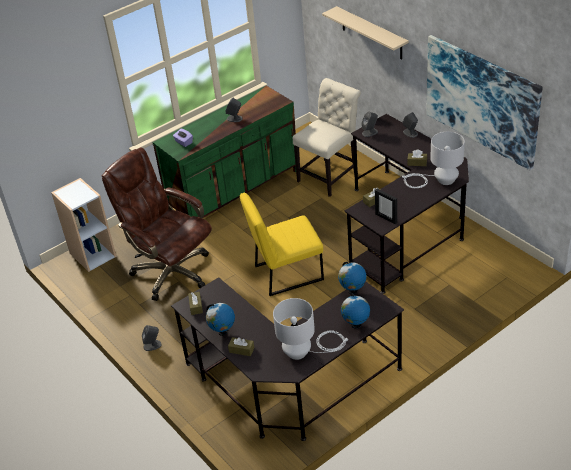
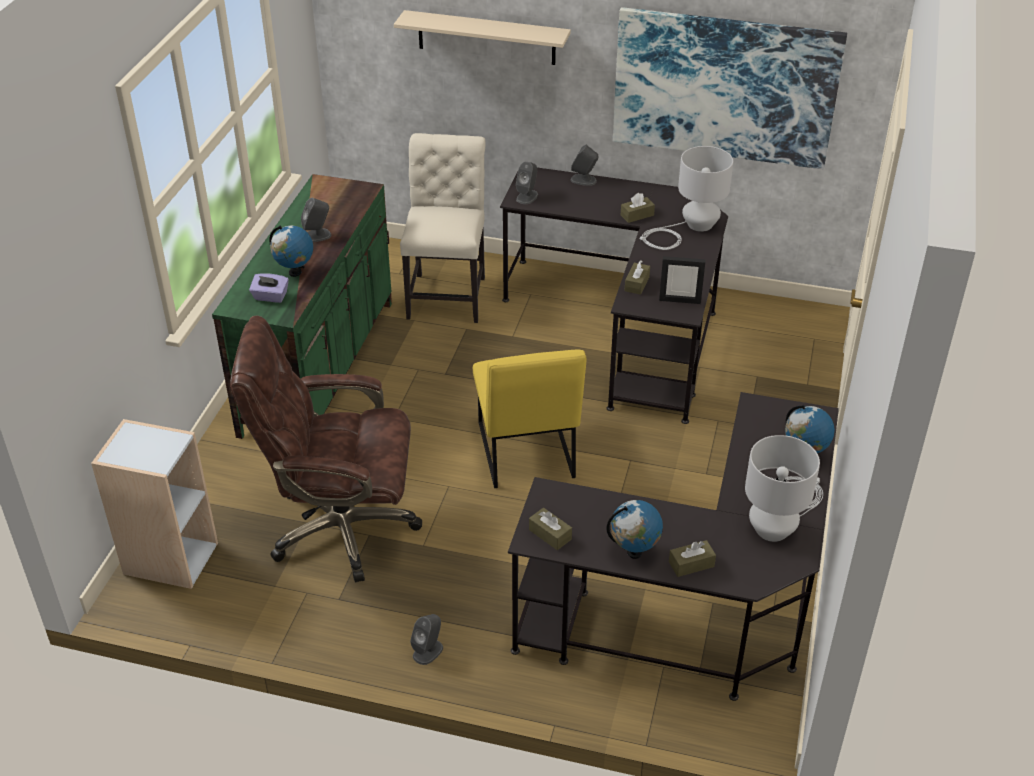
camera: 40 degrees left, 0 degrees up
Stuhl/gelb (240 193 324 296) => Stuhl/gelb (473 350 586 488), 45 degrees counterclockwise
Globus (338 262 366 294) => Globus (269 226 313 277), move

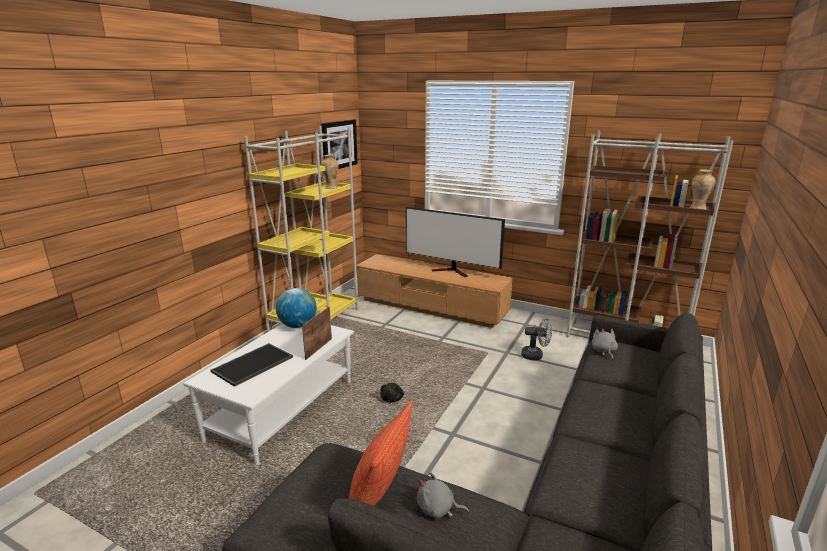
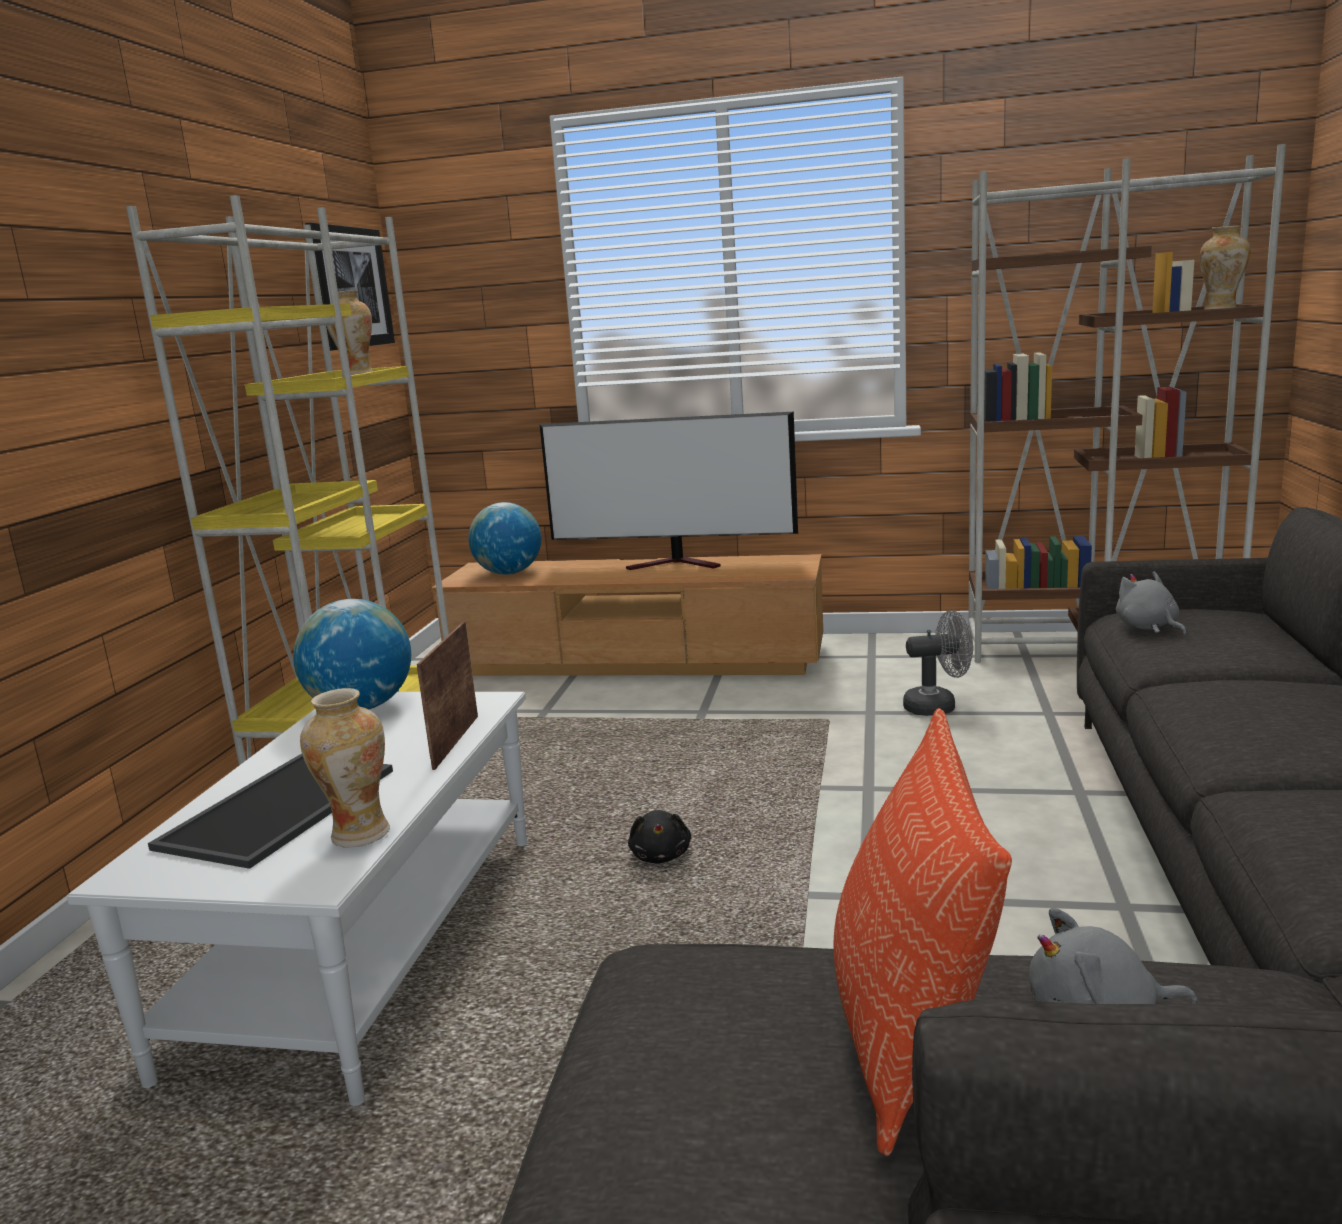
camera: 15 degrees left, 5 degrees down
nothing => Vase (300 688 390 847)
nothing => Globus (468 502 541 575)

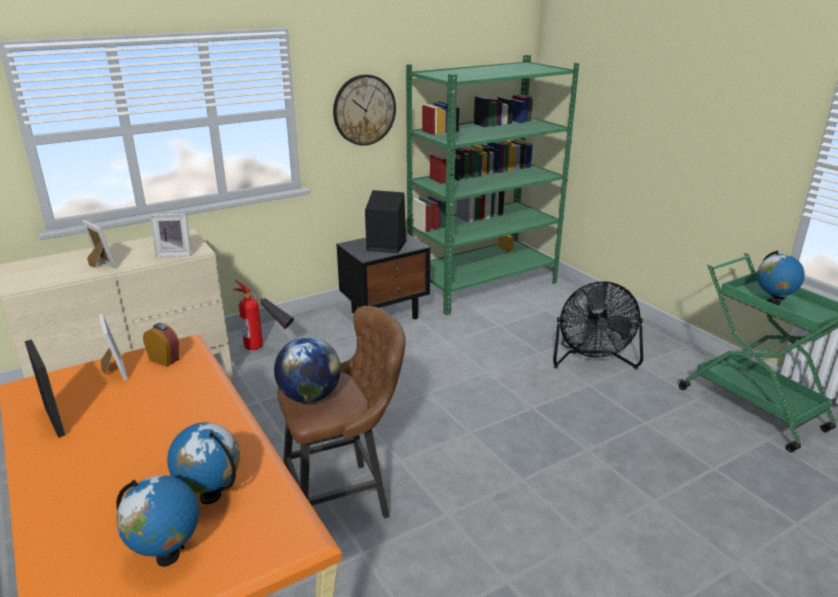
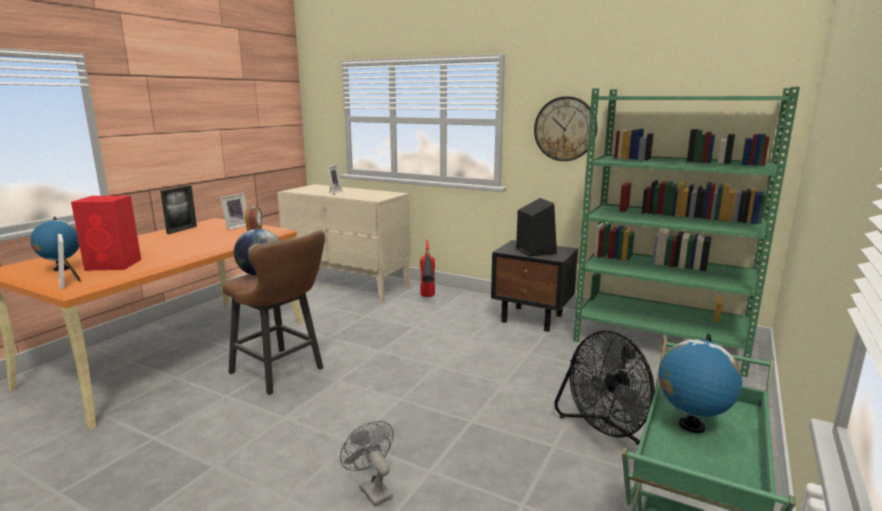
camera: 60 degrees right, 10 degrees down
Bilderrahmen (150 213 192 257) => Bilderrahmen (58 234 81 289), move
Globus (167 422 240 504) => Lautsprecher/rot (71 195 141 270)
nothing => Ventilator/grau (340 421 394 507)

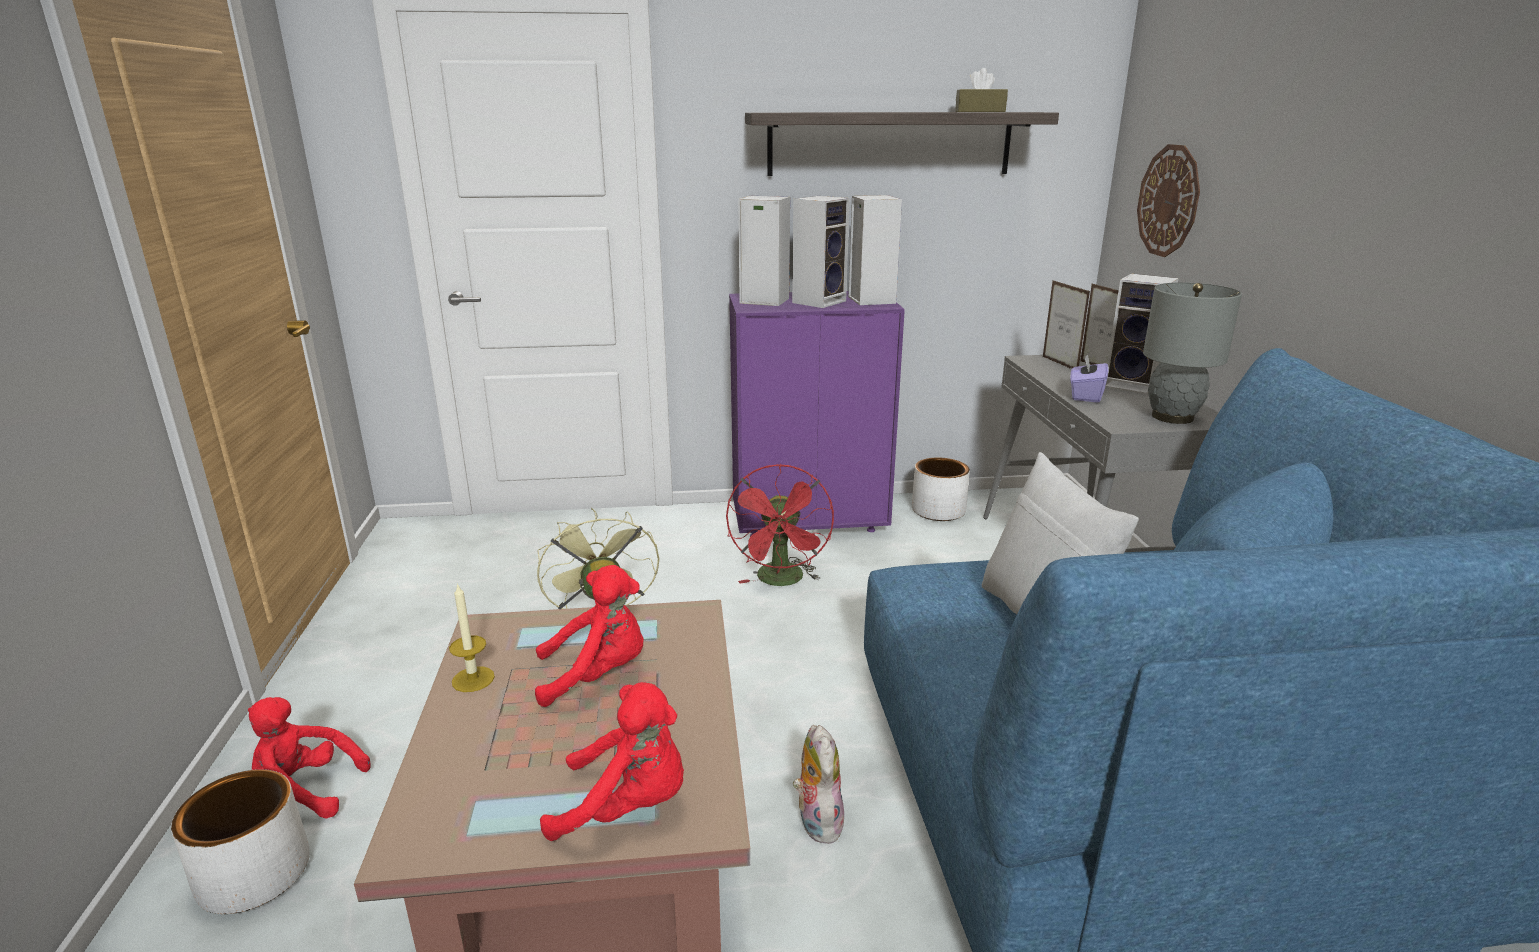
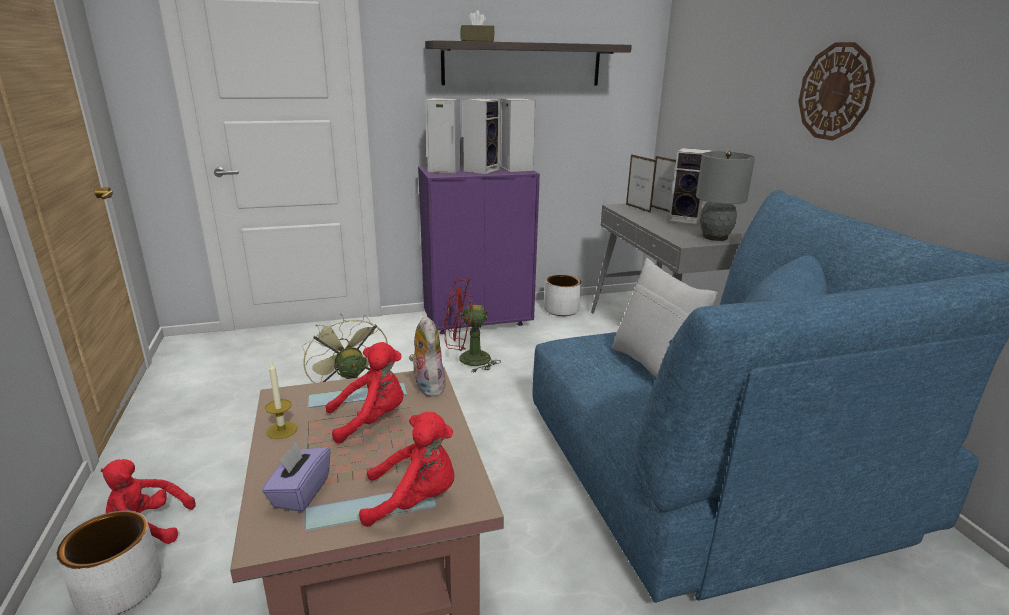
camera: 10 degrees left, 0 degrees up
Ventilator/rot (726 464 834 586) => Ventilator/rot (444 278 501 373), 90 degrees clockwise
Plüschtier (793 725 844 844) => Plüschtier (409 315 446 397), move
Taschentuchbox/braun (955 68 1008 112) => Taschentuchbox/braun (461 10 495 42), move
Taschentuchbox/lila (1070 353 1109 403) => Taschentuchbox/lila (262 442 331 512), move
Wanduhr (1137 144 1200 257) => Wanduhr (798 42 875 141), move

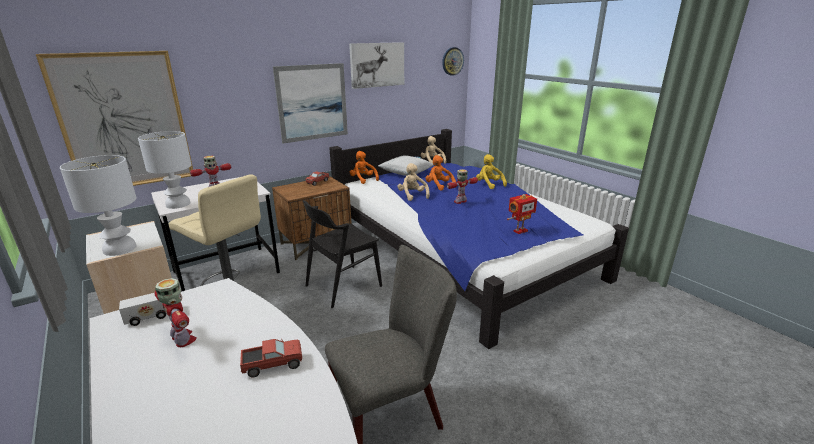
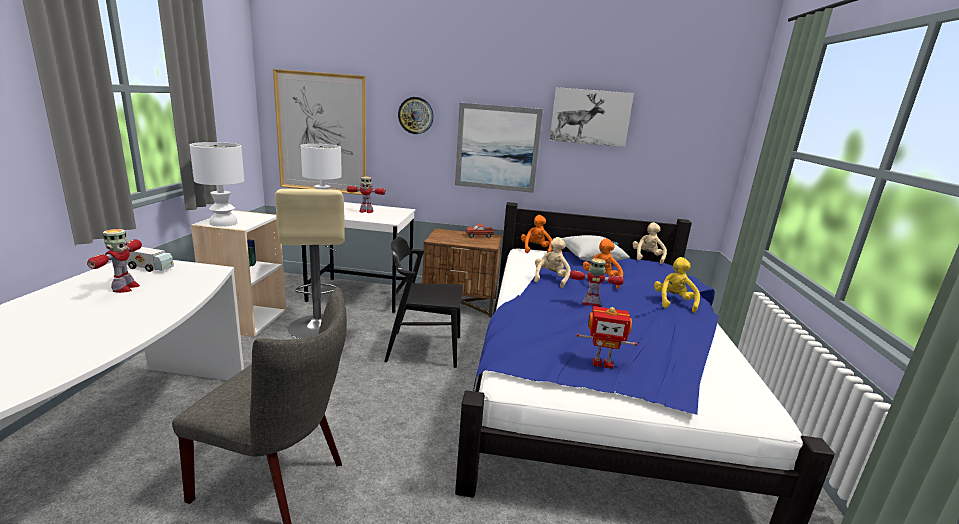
camera: 40 degrees right, 5 degrees down
Spielzeuglaster (240 339 302 378) => nothing
Wanduhr (442 47 464 76) => Wanduhr (398 97 434 134), move

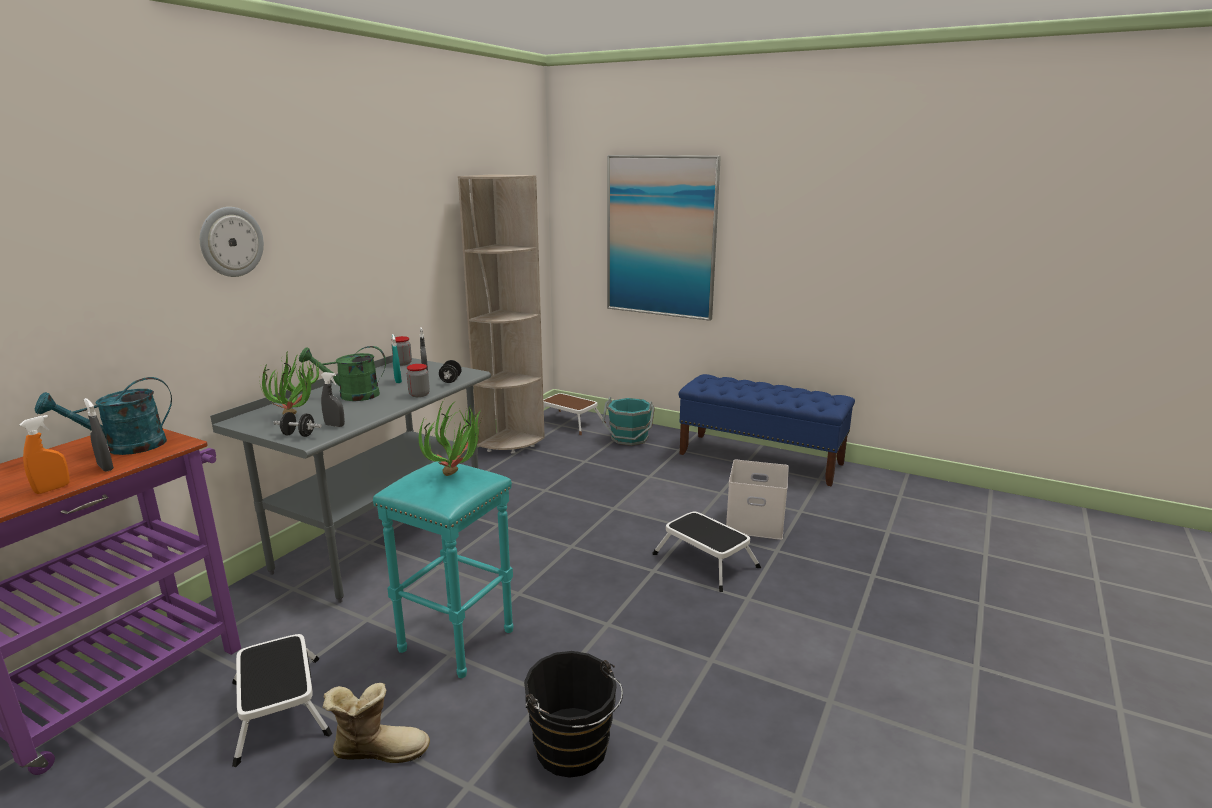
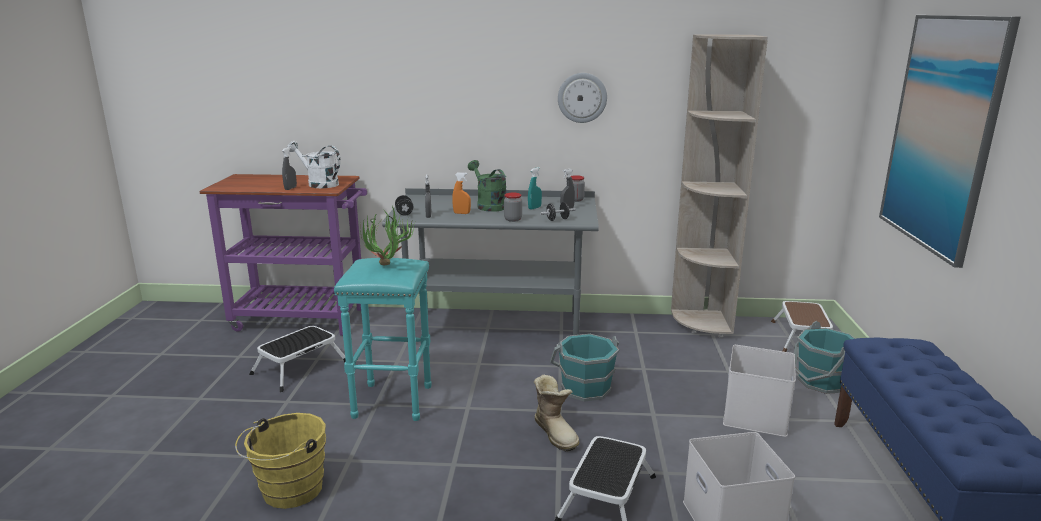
camera: 65 degrees right, 0 degrees up
Sprühflasche/orange (20 415 70 494) => Sprühflasche/orange (452 172 471 214), move
Gießkanne/türkis (35 377 172 455) => Gießkanne/weiß (287 141 341 188)
Wanduhr (200 207 264 277) => Wanduhr (558 73 607 123), move
Topfpflanze (259 350 319 415) => nothing
Stiefel (323 683 430 763) => Stiefel (534 375 579 452), move
Eimer/schwarz (524 651 623 778) => Eimer/gelb (235 413 326 509)
nothing => Eimer/türkis (550 334 619 402)
nothing => Aufbewahrungsbox/weiß (723 345 796 437)

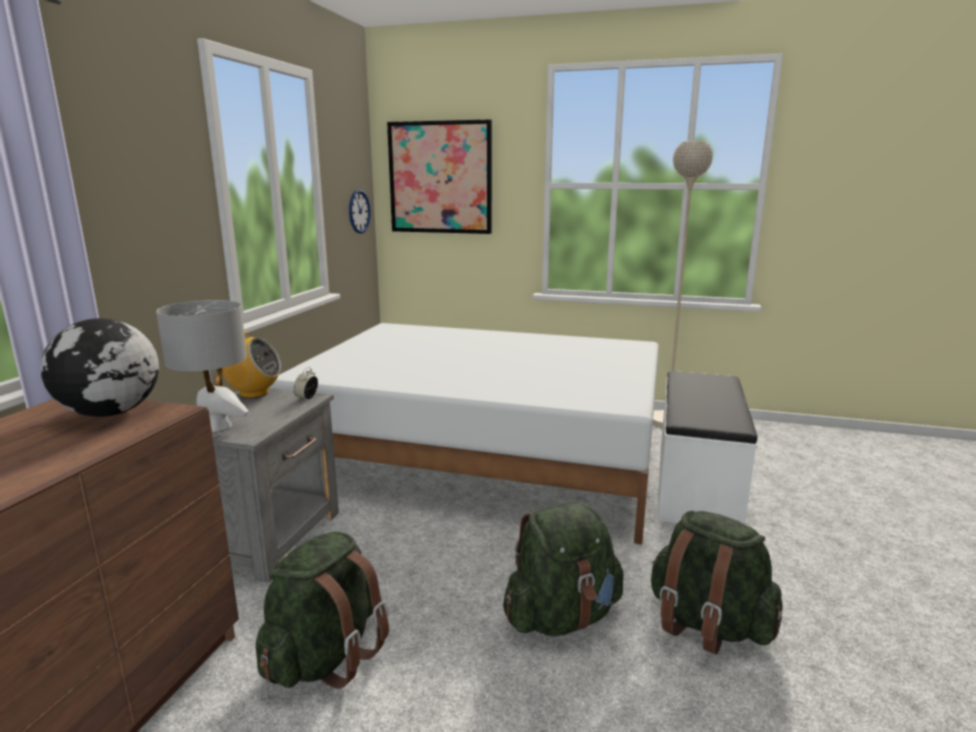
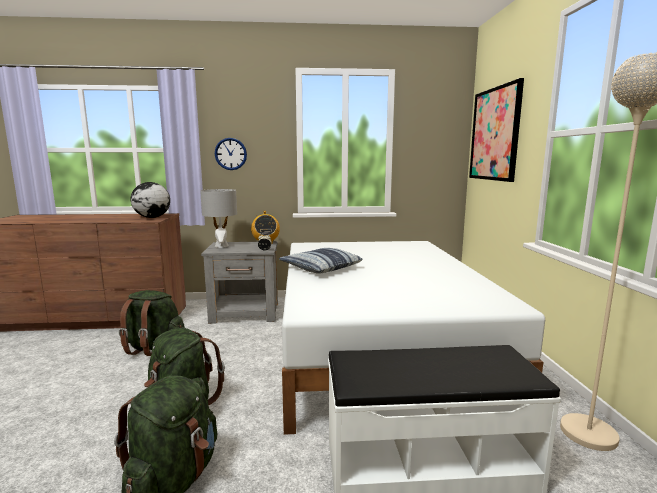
camera: 70 degrees right, 5 degrees down
Wanduhr (349 190 370 234) => Wanduhr (215 138 247 170), move
nothing => Kissen (279 248 362 274)

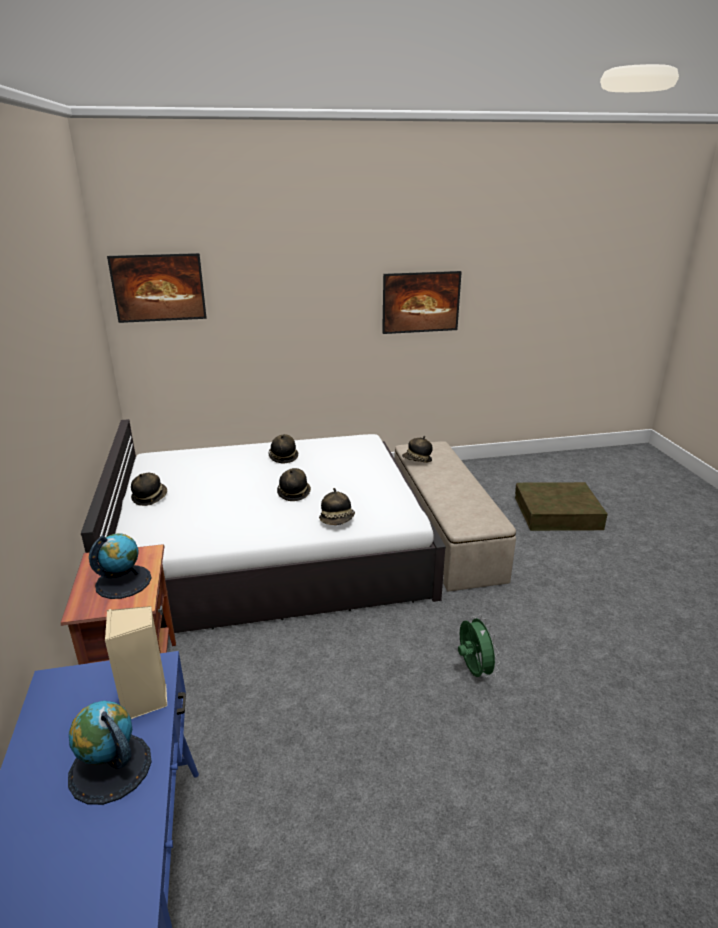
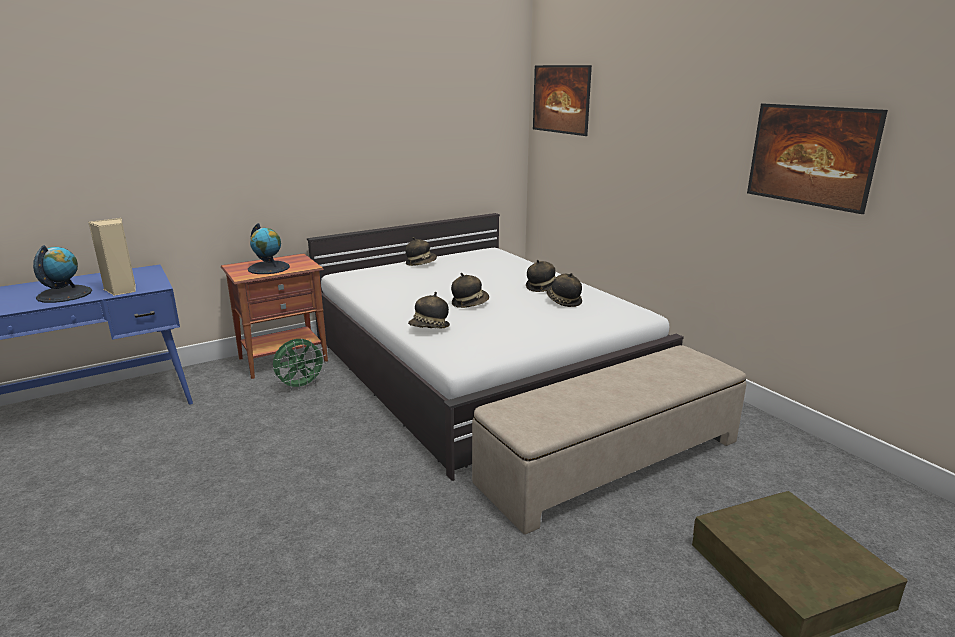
camera: 70 degrees right, 5 degrees down
Hut (402 436 433 463) => Hut (546 273 582 307), move
Ventilator/grün (458 615 500 677) => Ventilator/grün (273 339 327 391), move

